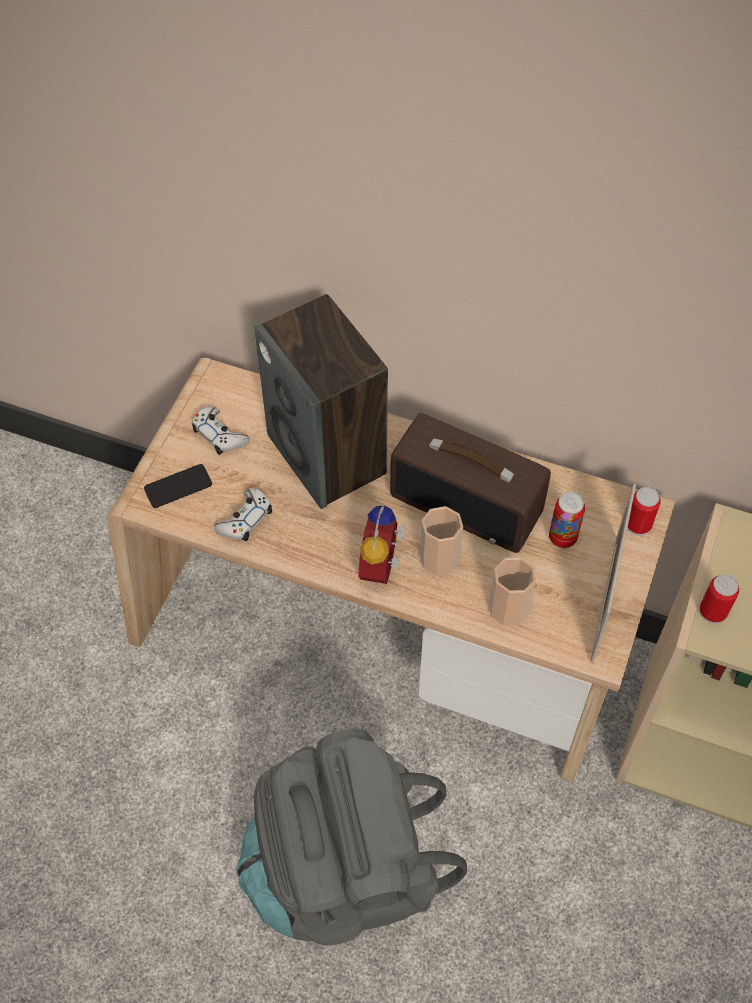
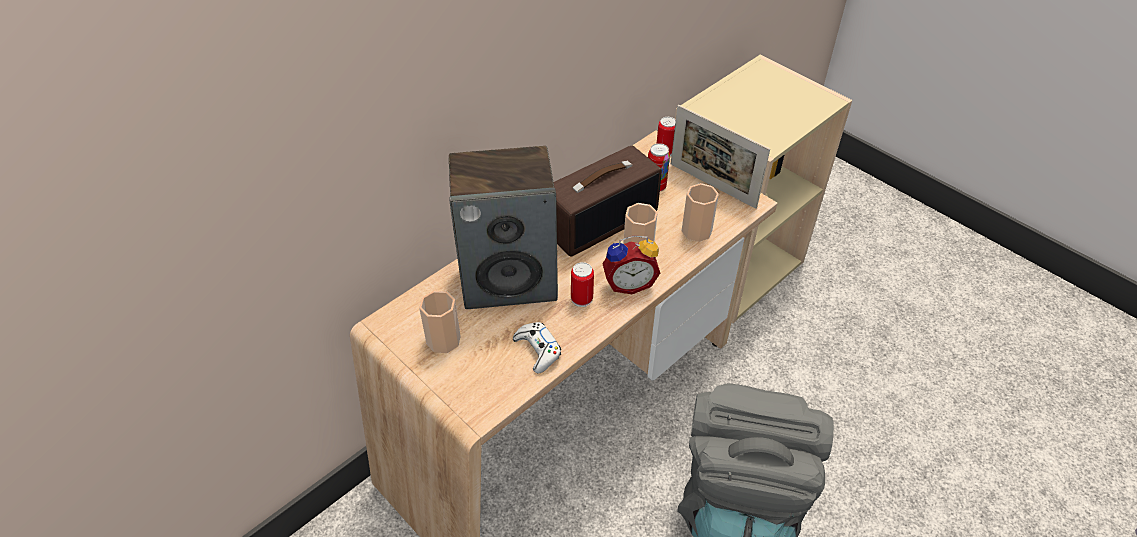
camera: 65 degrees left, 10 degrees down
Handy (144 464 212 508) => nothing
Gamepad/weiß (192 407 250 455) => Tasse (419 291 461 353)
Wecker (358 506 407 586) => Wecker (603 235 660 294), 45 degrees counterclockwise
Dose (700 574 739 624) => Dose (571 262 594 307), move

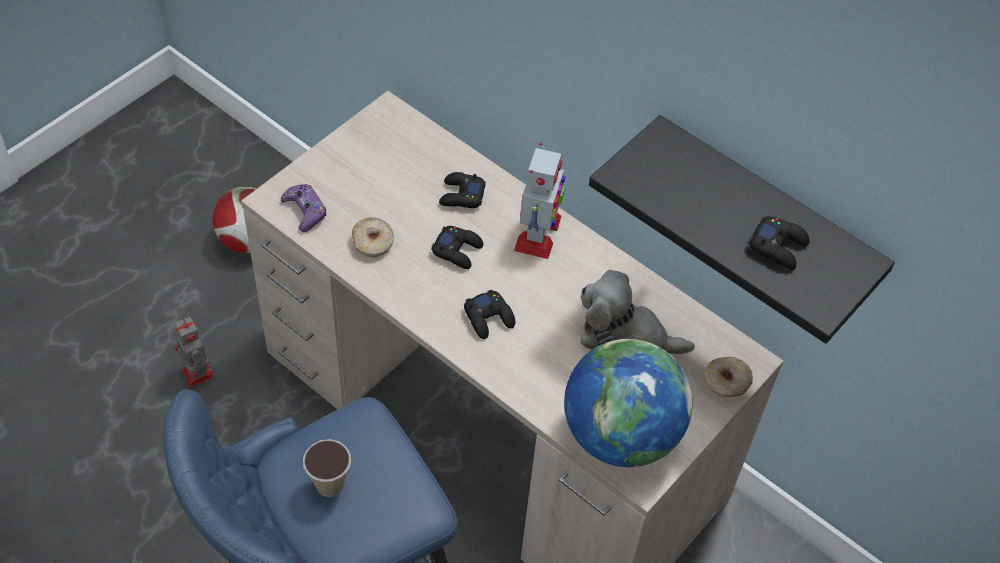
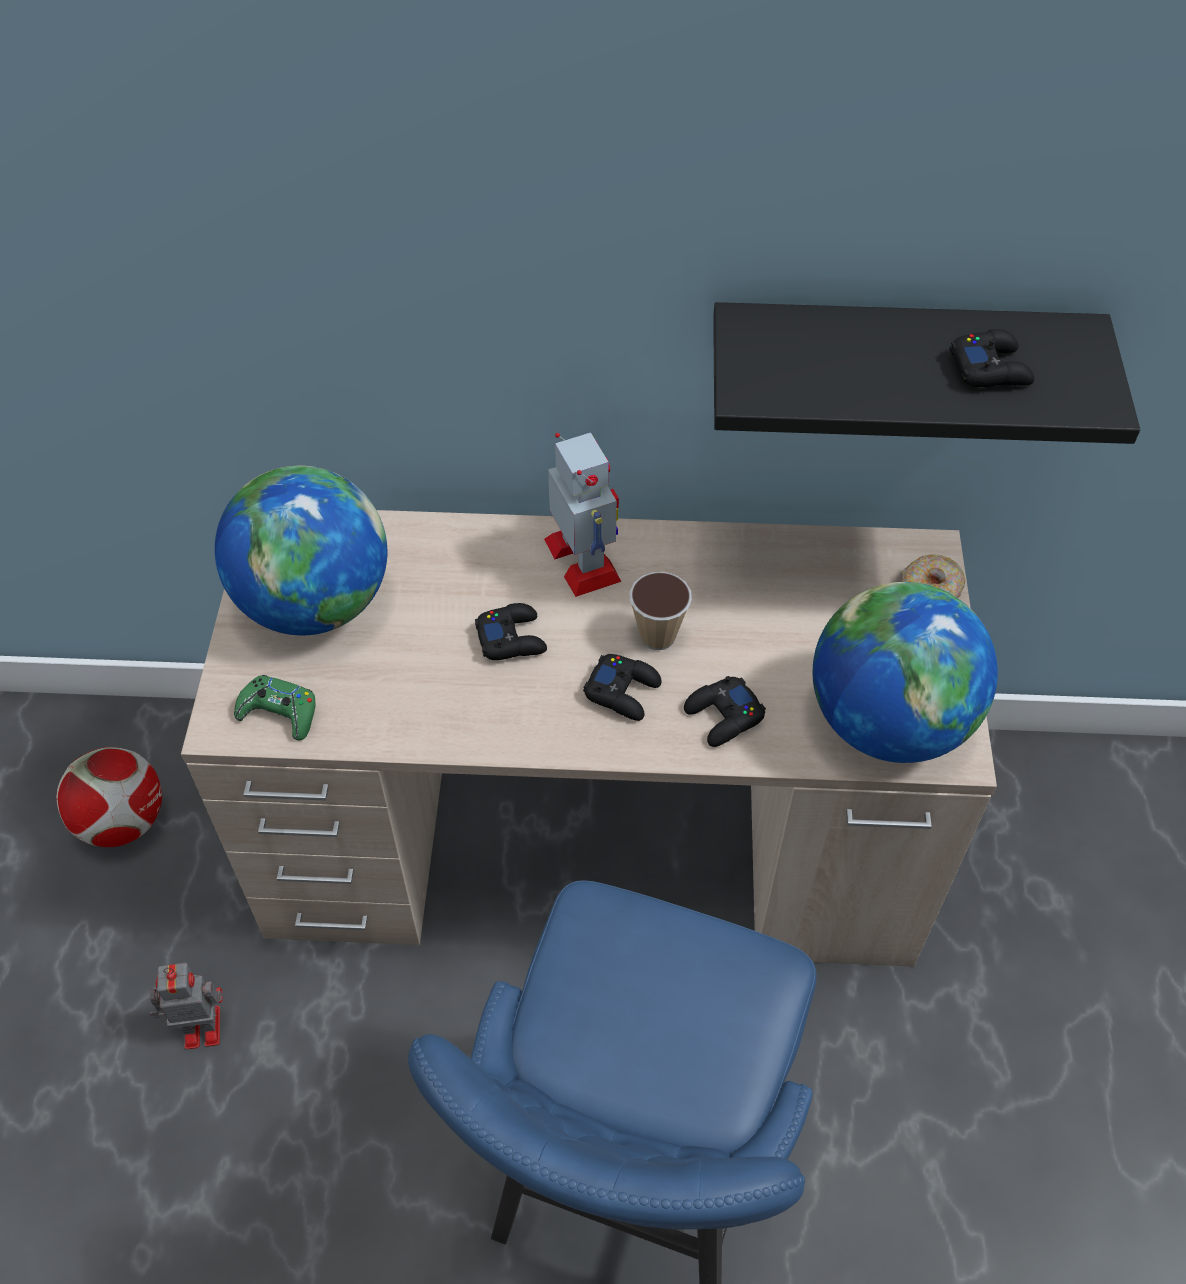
camera: 35 degrees left, 0 degrees up
Spielzeugroboter (175 317 214 387) => Spielzeugroboter (150 963 223 1050), 150 degrees clockwise
Gamepad/lila (281 184 327 232) => Gamepad/grün (234 675 316 740)
Tasse (303 439 351 497) => Tasse (629 572 692 650), move
Donut (352 217 394 258) => nothing
Gamepad/schwarz (439 172 486 208) => Gamepad/schwarz (684 676 766 747), move
Plüschtier (581 270 695 354) => nothing
nothing => Globus (215 466 387 635)

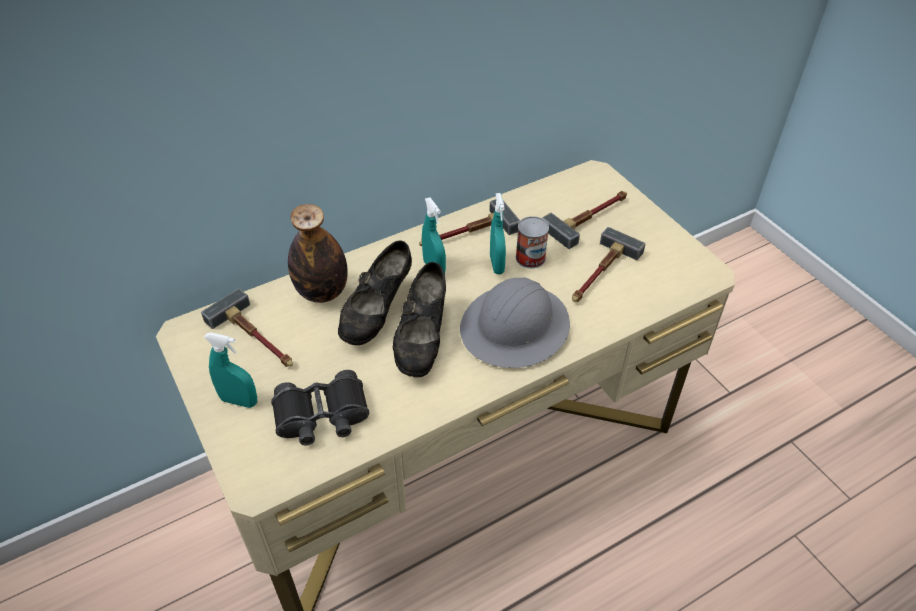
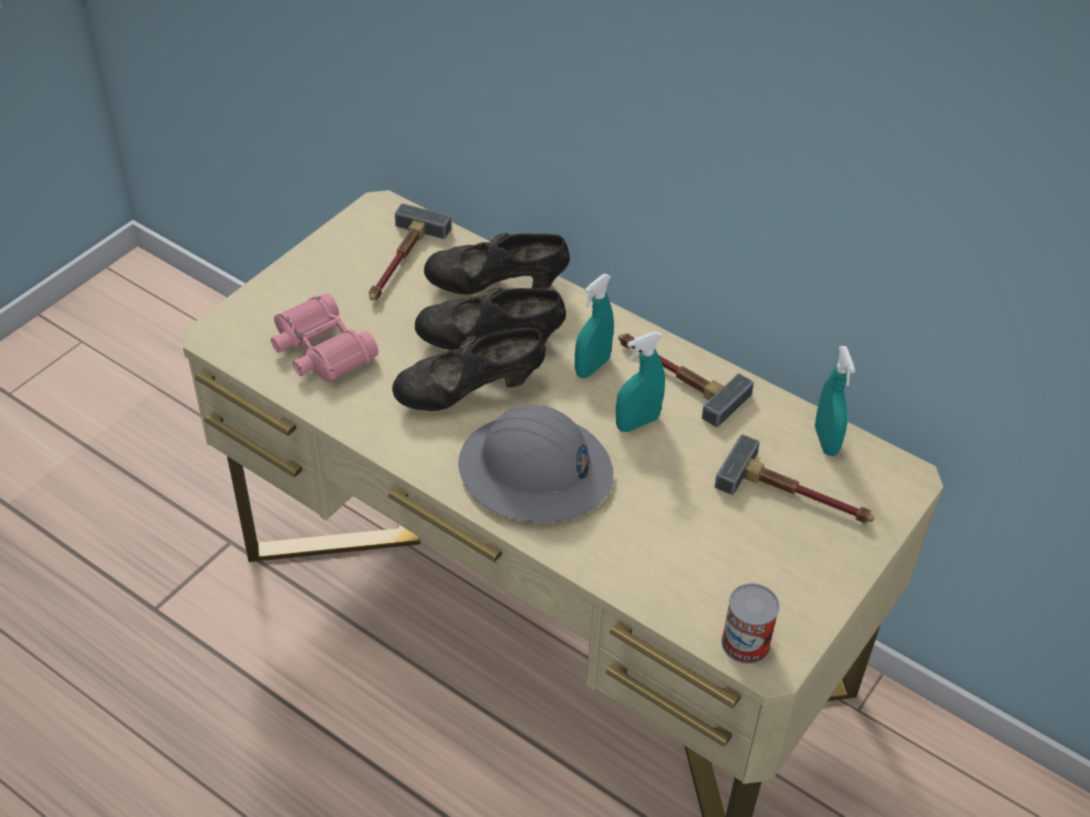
camera: 65 degrees right, 0 degrees up
Sprühflasche/türkis (204 332 257 408) => Sprühflasche/türkis (815 346 855 456), move
Fernglas/schwarz (271 370 369 445) => Fernglas/rosa (271 293 378 382)
Flasche (288 204 348 303) => Schuh/schwarz (424 233 570 295)
Dose (516 216 549 268) => Dose (721 583 780 664), move
Hammer (572 227 645 302) => nothing

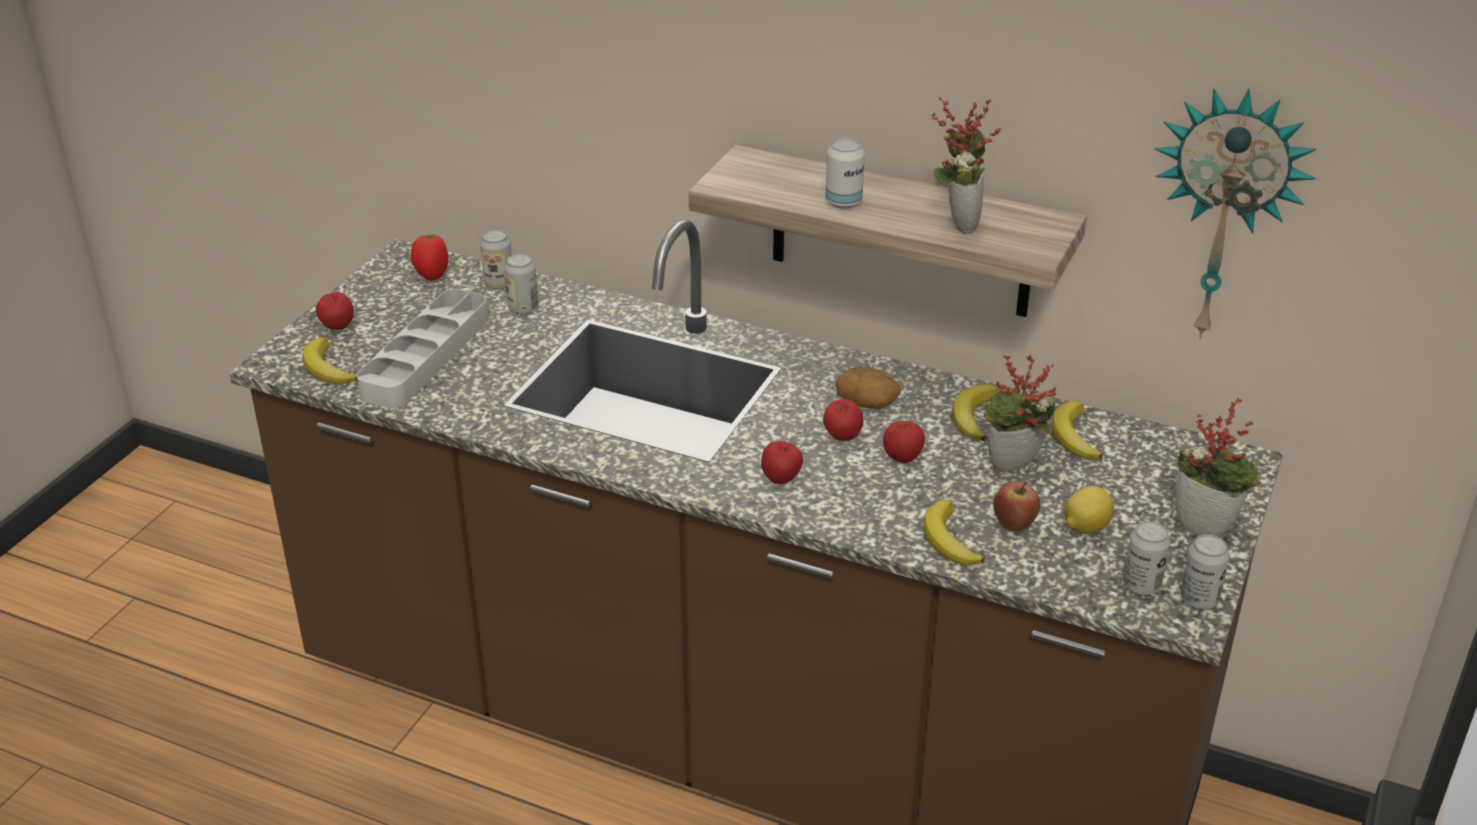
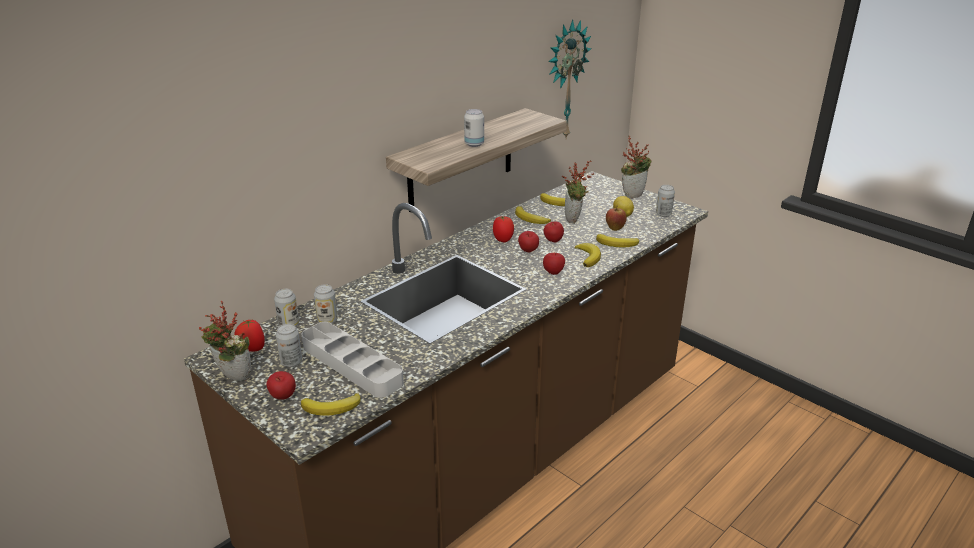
camera: 70 degrees left, 5 degrees down
Kartoffel (836 366 901 409) => Tomate (493 216 514 242)
Topfpflanze (932 97 1001 234) => Topfpflanze (199 301 251 381), move
Dose (1180 534 1229 609) => Dose (276 324 302 367), move
nothing => Banane (575 243 601 267)

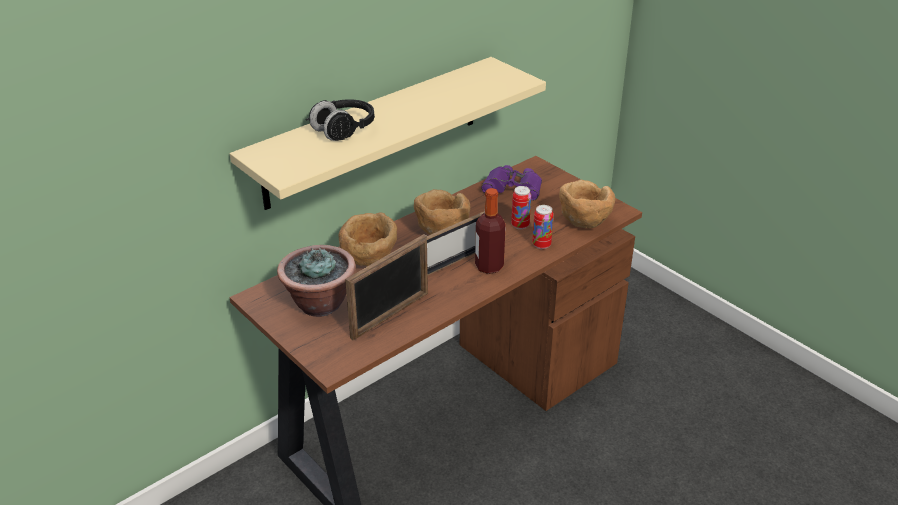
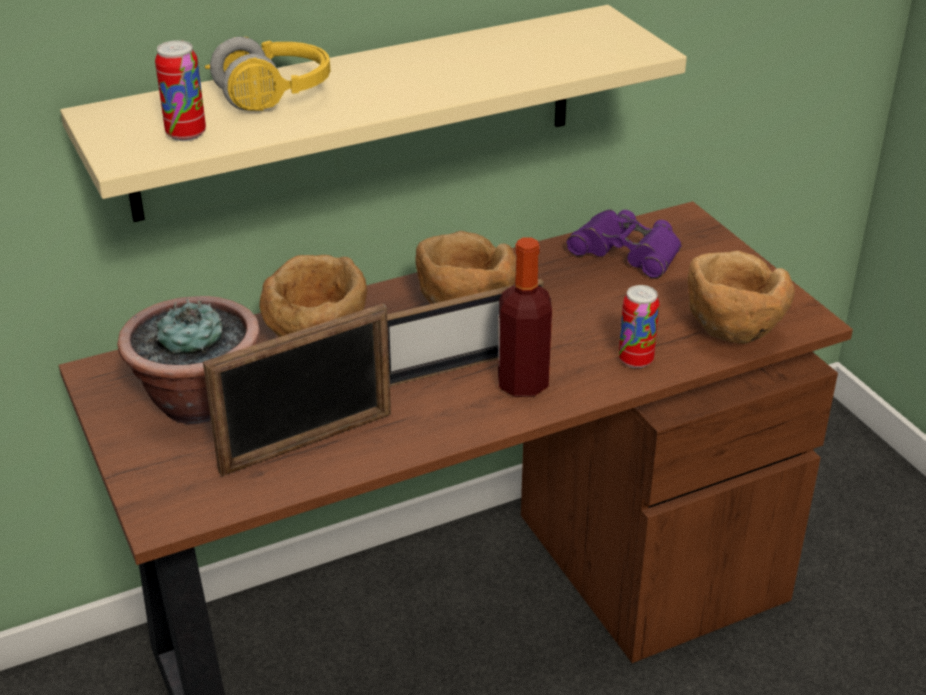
camera: 15 degrees right, 0 degrees up
Kopfhörer/schwarz (306 99 375 141) => Kopfhörer/gelb (205 37 330 111)
Dose (511 186 531 229) => Dose (155 40 206 141), move

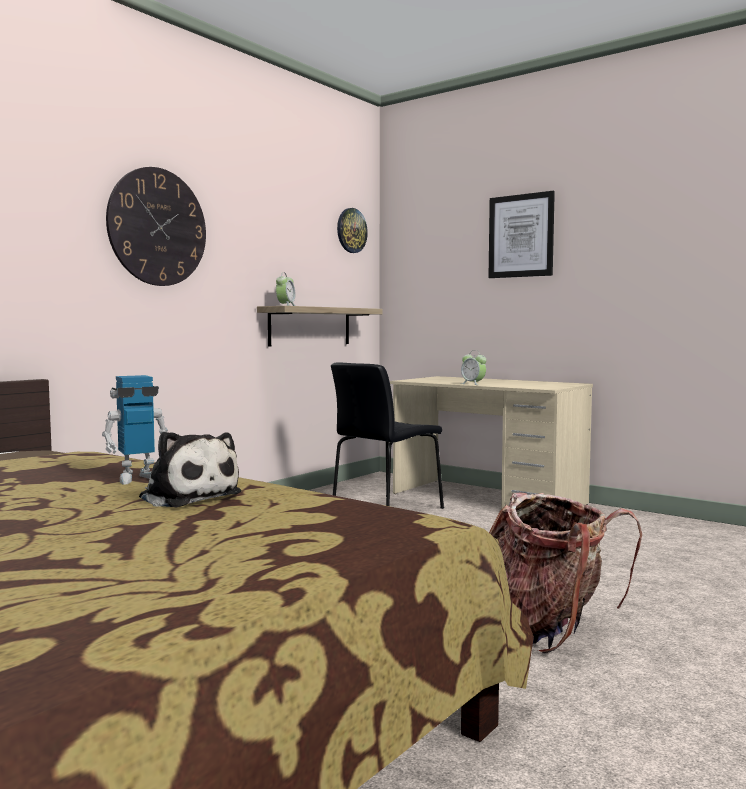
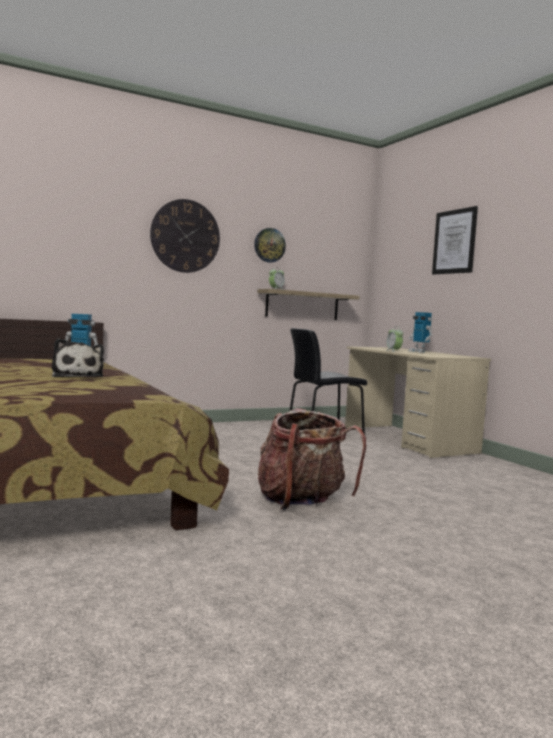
camera: 25 degrees right, 0 degrees up
Wanduhr (337 208 368 253) => Wanduhr (254 228 286 263), move
nothing => Spielzeugroboter (408 312 433 353)

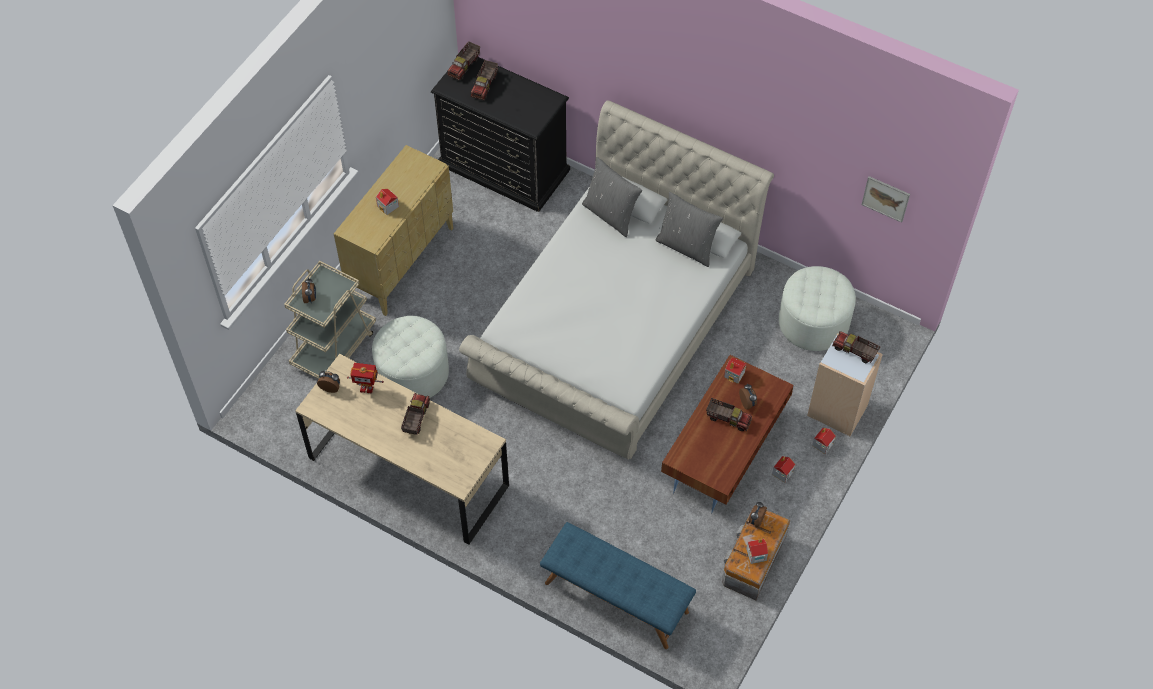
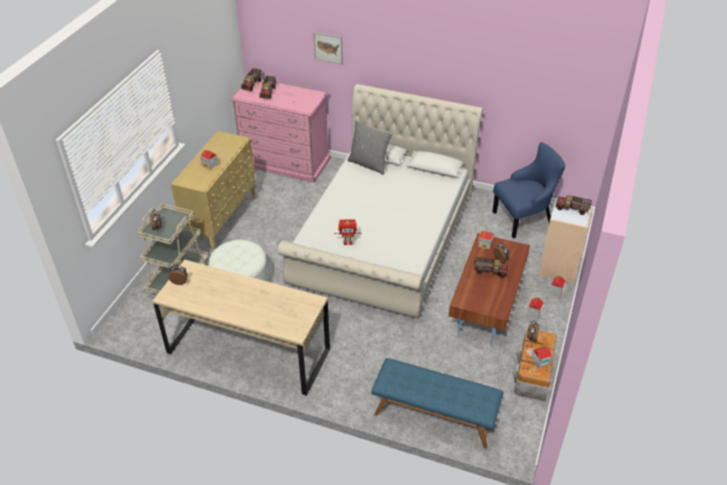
camera: 10 degrees left, 15 degrees down
Spielzeugroboter (347 363 384 394) => Spielzeugroboter (334 219 361 245), move
Spielzeuglaster (401 393 430 435) => nothing
Kommode/schwarz (431 57 570 212) => Kommode/rosa (231 80 331 182)
Kissen/grau (656 192 723 267) => nothing
Polsterhocker/weiß (779 266 856 351) => Stuhl/blau (492 142 565 238)
Bild (861 176 910 223) => Bild (313 32 343 65), move

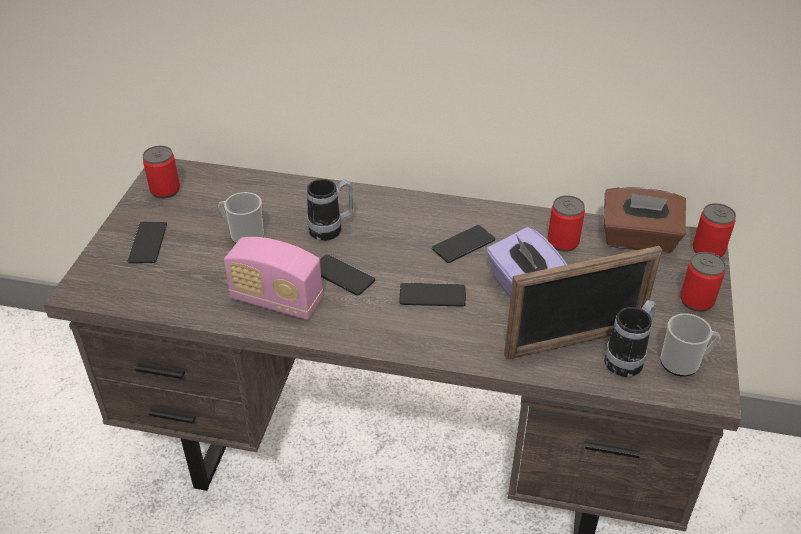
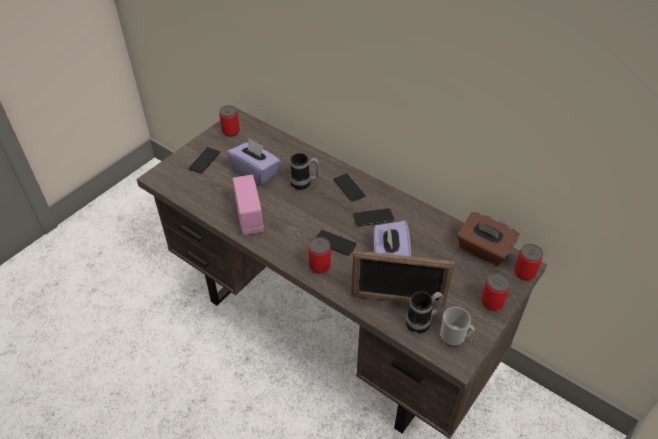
camera: 25 degrees right, 5 degrees up
Henkelbecher (218 192 264 244) => Taschentuchbox/lila (227 138 280 185)
Radio (224 237 323 320) => Radio (232 175 264 235), 150 degrees counterclockwise
Handy (320 254 375 296) => Handy (334 173 366 202), move
Dose (547 195 585 252) => Dose (308 237 331 274), move

